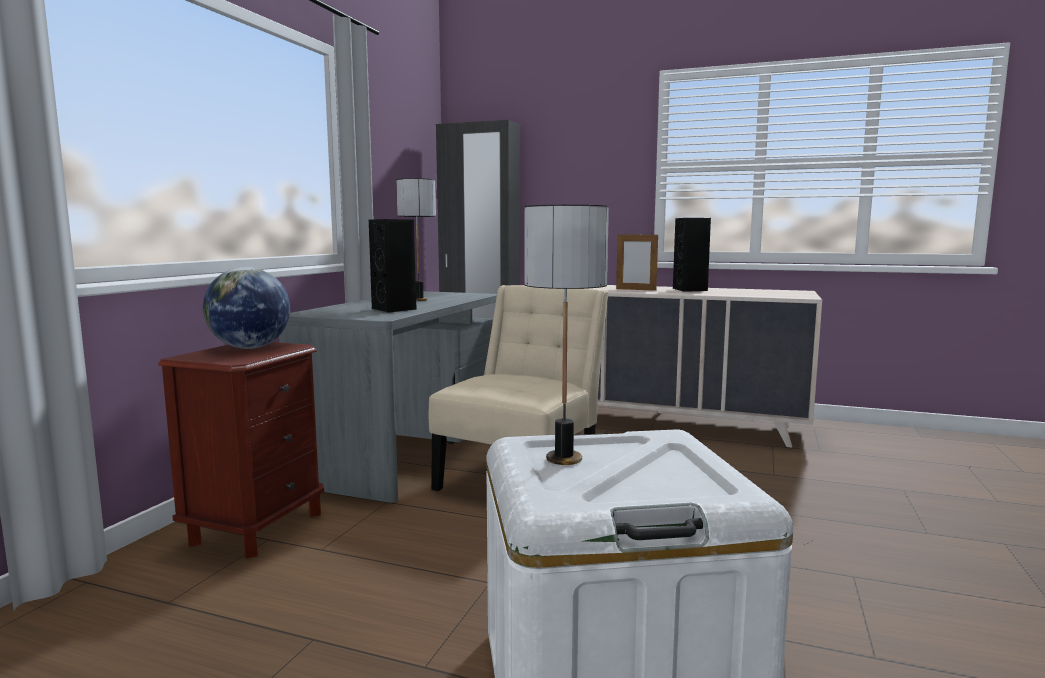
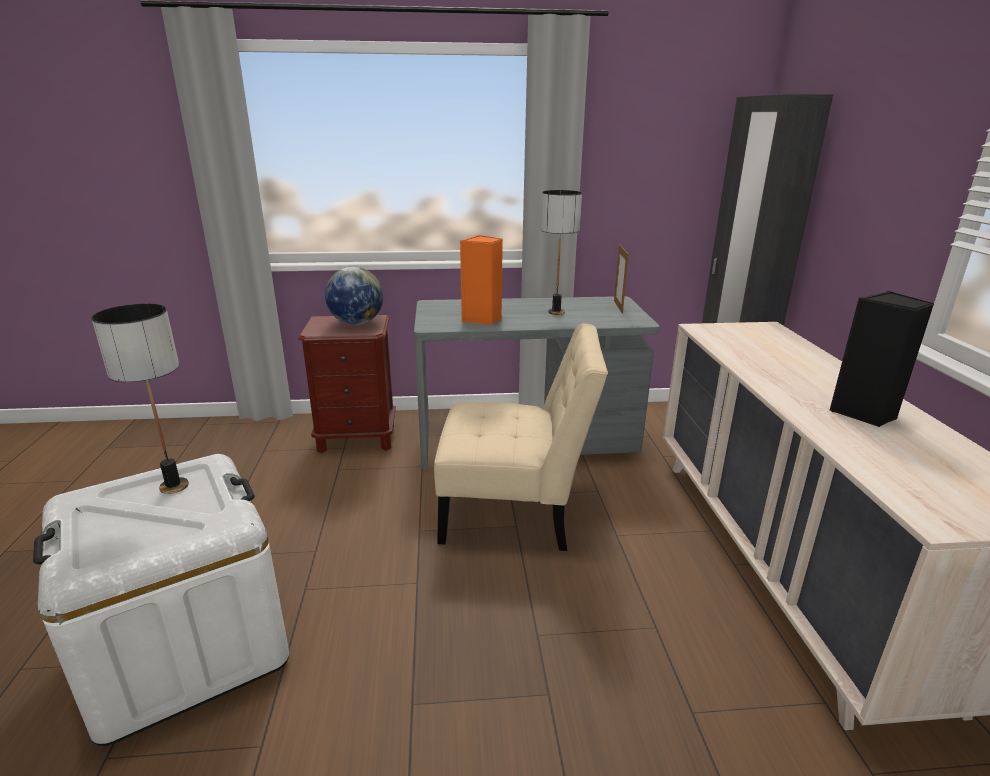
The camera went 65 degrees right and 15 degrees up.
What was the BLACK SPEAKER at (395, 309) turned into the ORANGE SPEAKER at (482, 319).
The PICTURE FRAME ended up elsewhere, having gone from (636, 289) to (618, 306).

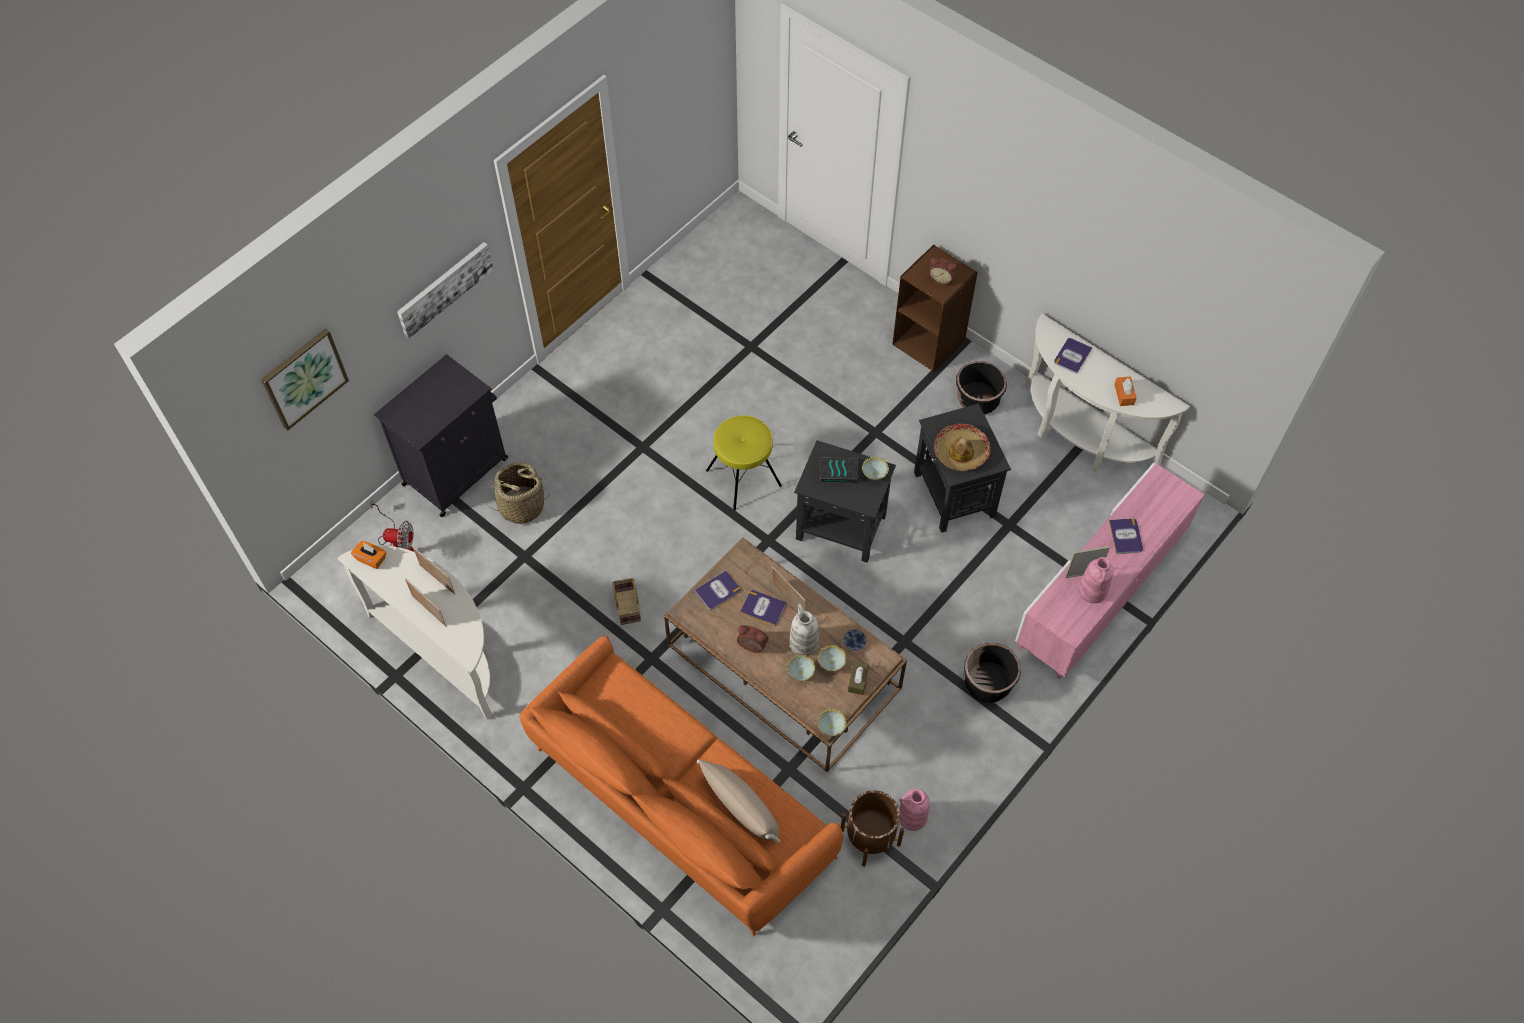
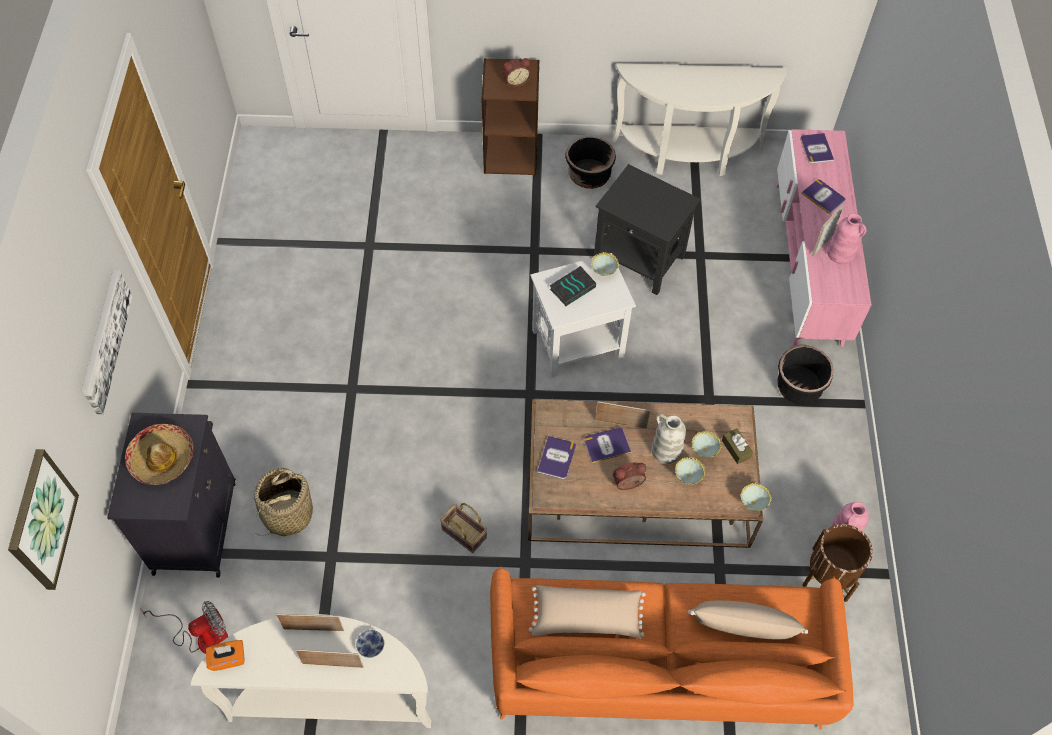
The camera went 40 degrees left and 0 degrees up.
The second view lost the YELLOW STOOL at (743, 477).
What was the BLACK SIDE TABLE at (840, 526) turned into the WHITE SIDE TABLE at (576, 343).
The BOWL ended up elsewhere, having gone from (854, 641) to (370, 645).
The HAT ended up elsewhere, having gone from (961, 452) to (162, 458).
The BOOK ended up elsewhere, having gone from (1072, 356) to (816, 149).
The second view lost the ORANGE TISSUE BOX at (1124, 394).
The second view gained the BEIGE PILLOW at (586, 618).

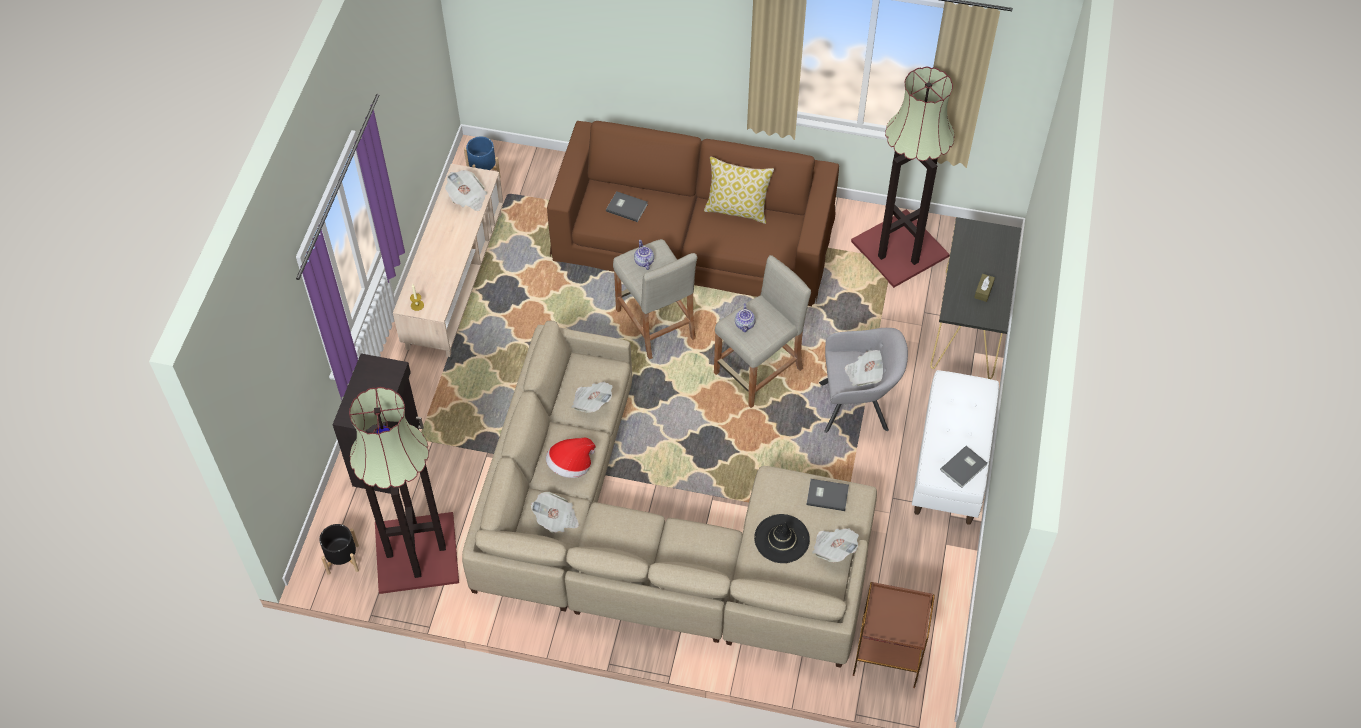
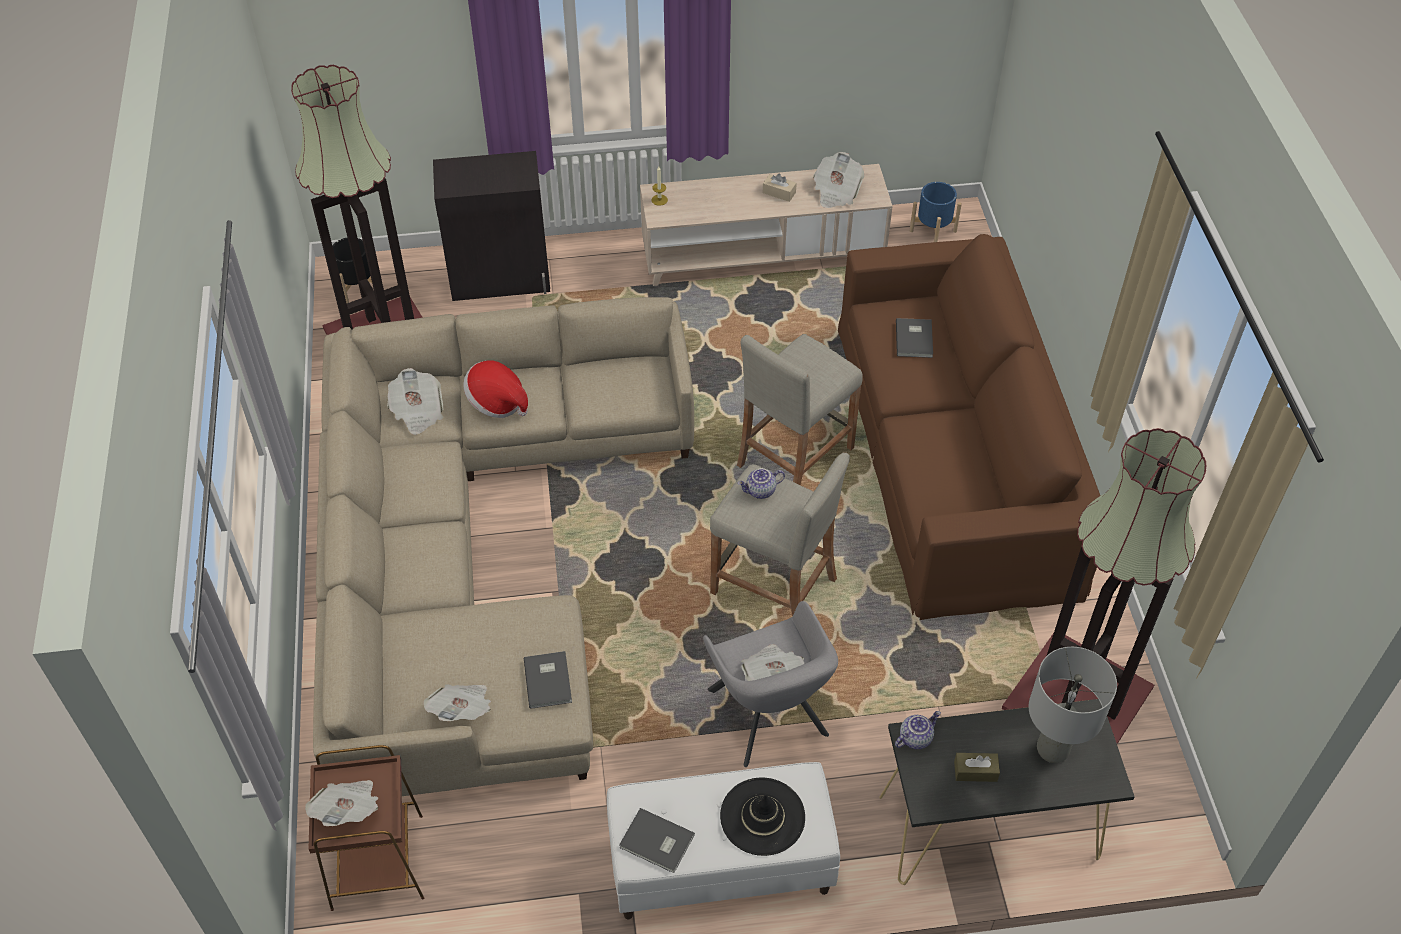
The camera went 70 degrees right and 5 degrees down.
The NEWSPAPER ended up elsewhere, having gone from (592, 402) to (348, 810).
The TEAPOT ended up elsewhere, having gone from (643, 261) to (915, 737).
The second view lost the PILLOW at (737, 209).
The BLACK HAT ended up elsewhere, having gone from (781, 539) to (762, 816).
The second view gained the BEIGE TISSUE BOX at (779, 192).
The second view gained the GREY TABLE LAMP at (1053, 750).

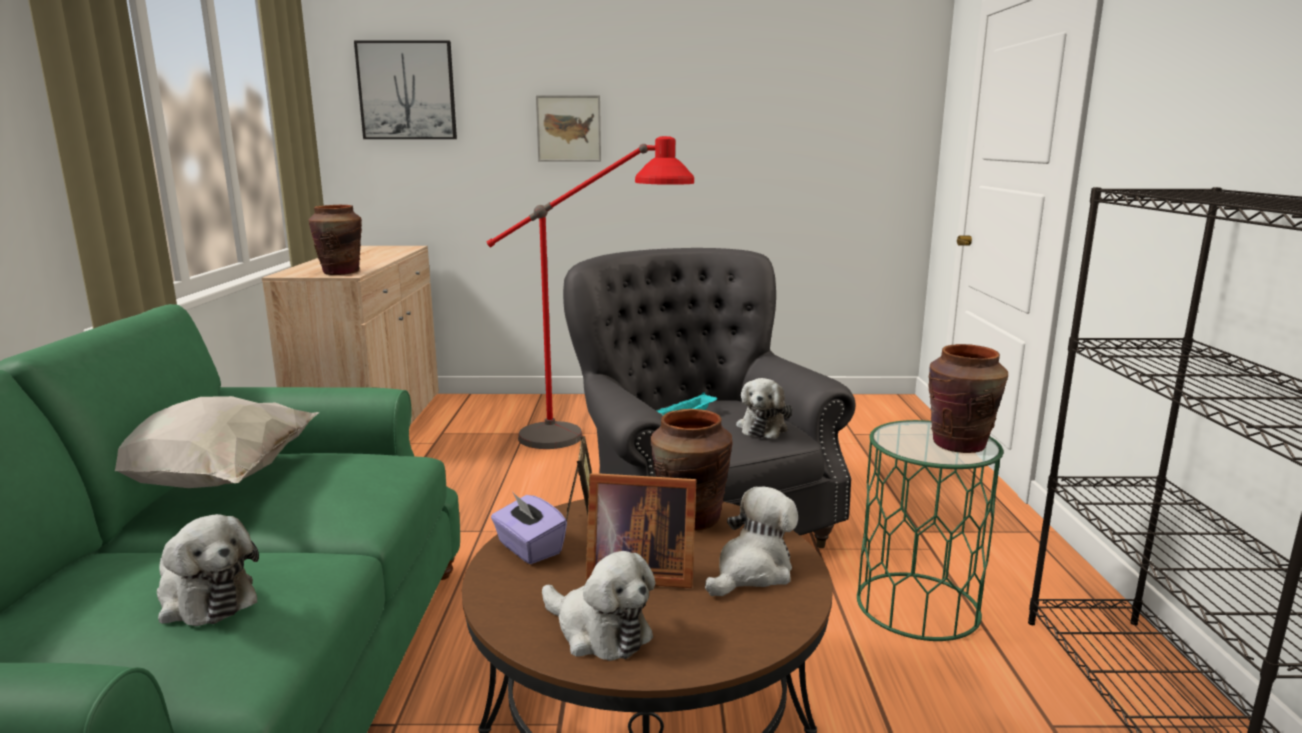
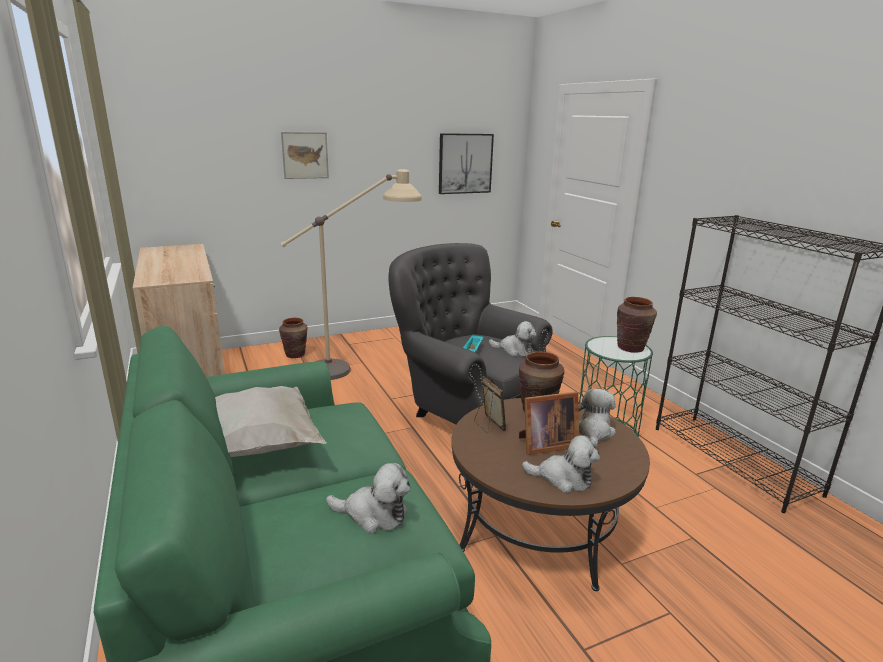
The camera went 25 degrees left and 5 degrees up.
The BROWN VASE ended up elsewhere, having gone from (341, 272) to (295, 355).
The PICTURE ended up elsewhere, having gone from (407, 91) to (465, 163).
What was the RED FLOOR LAMP at (595, 439) turned into the BEIGE FLOOR LAMP at (359, 367).
The second view lost the PURPLE TISSUE BOX at (529, 548).
The PLUSH TOY at (762, 427) ended up facing another way, 60 degrees counterclockwise from before.

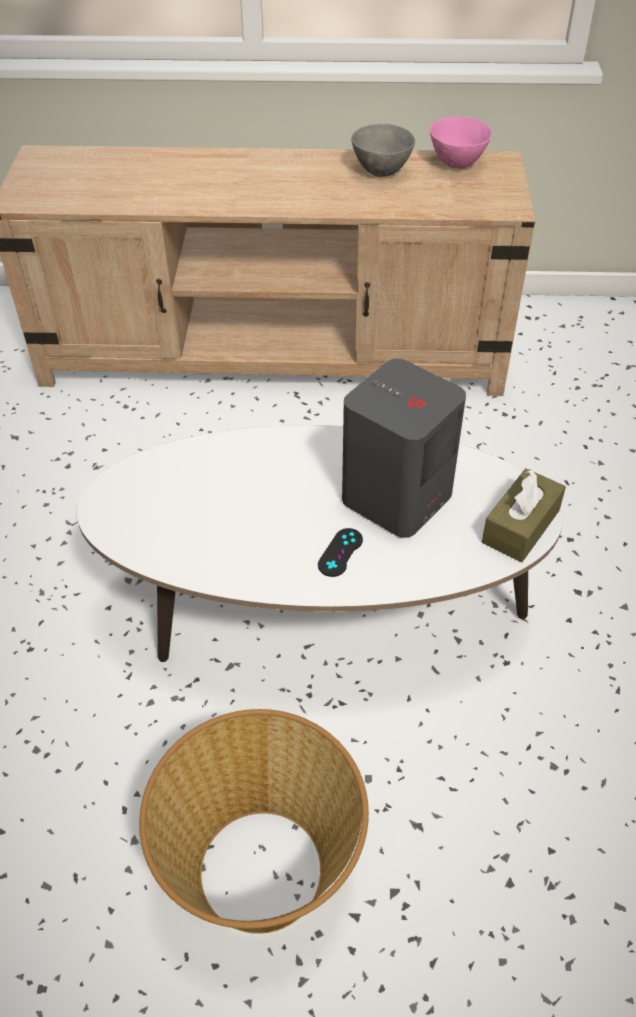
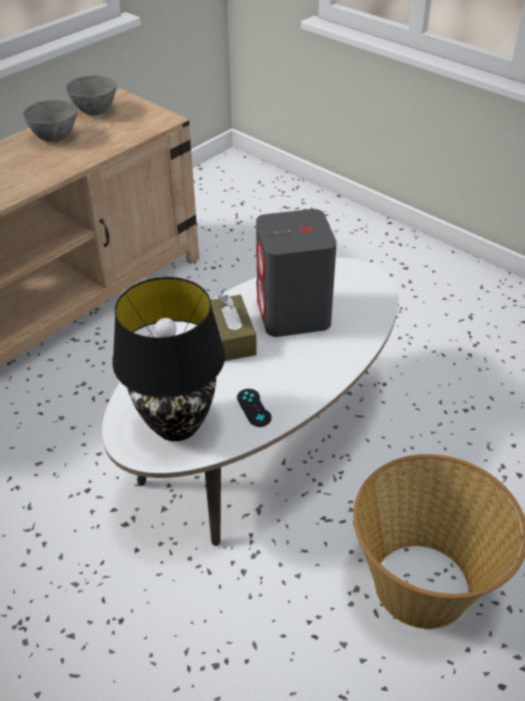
The camera went 50 degrees left and 5 degrees down.
The BLACK GAME CONTROLLER ended up elsewhere, having gone from (340, 552) to (254, 408).
What was the PINK BOWL at (457, 164) turned into the GREY BOWL at (95, 111).
The BROWN TISSUE BOX ended up elsewhere, having gone from (521, 526) to (232, 337).
The second view gained the BLACK TABLE LAMP at (176, 426).

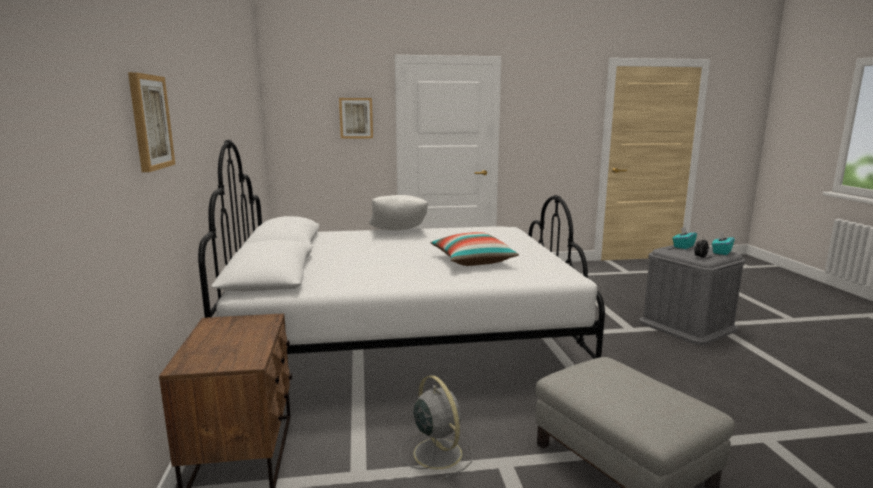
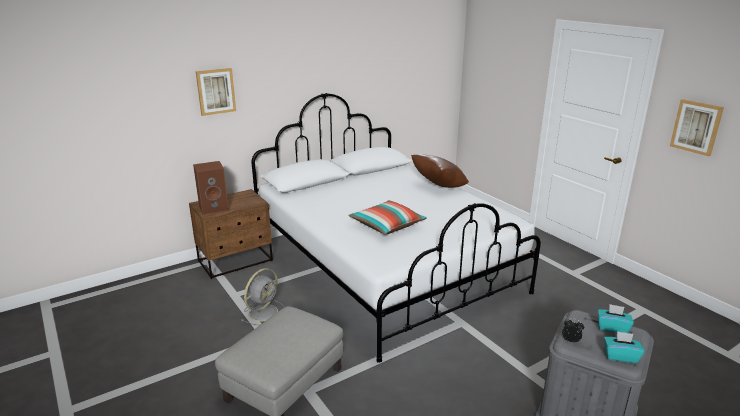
The camera went 65 degrees right and 10 degrees up.
The PICTURE ended up elsewhere, having gone from (356, 118) to (696, 127).
What was the WHITE PILLOW at (398, 232) turned into the BROWN PILLOW at (438, 187).
The second view gained the BROWN SPEAKER at (214, 208).

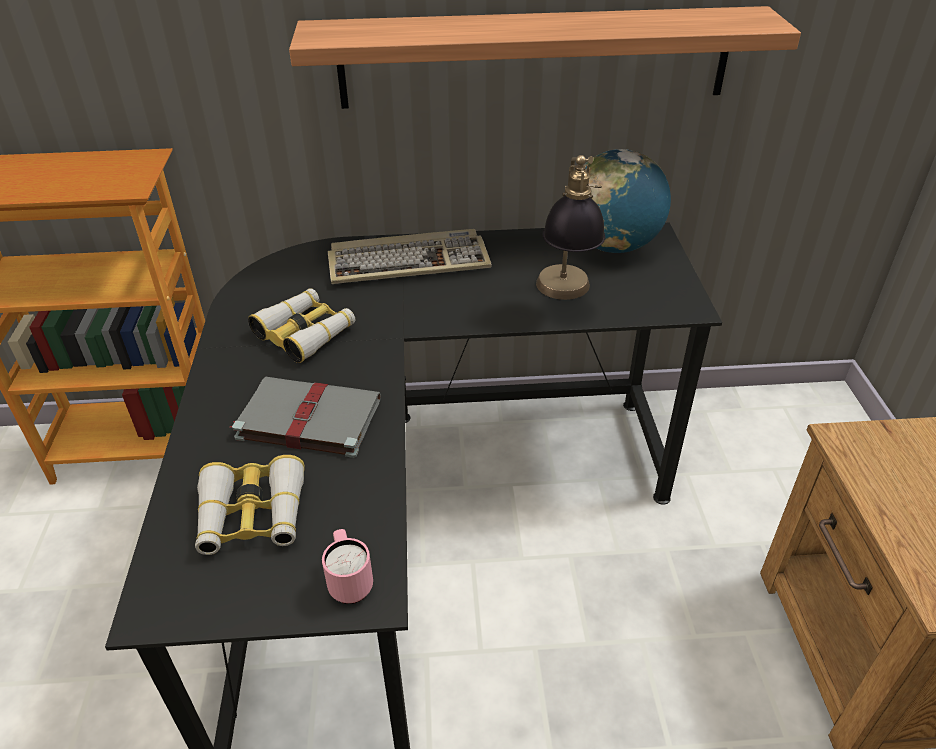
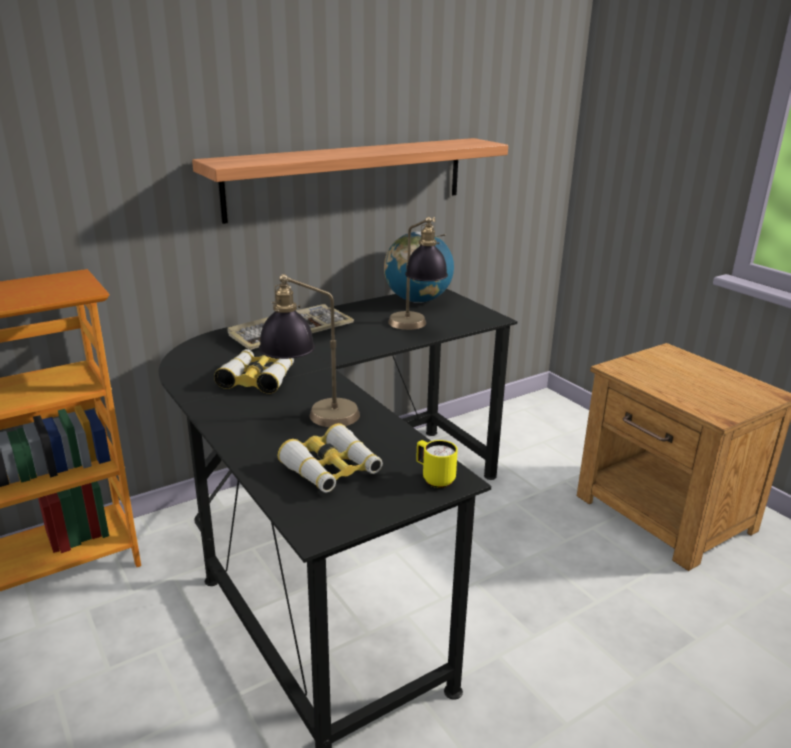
The camera went 30 degrees left and 15 degrees down.
Where the GREY BOOK stood at (306, 419), the TABLE LAMP came to stand at (312, 417).
What was the PINK MUG at (349, 582) turned into the YELLOW MUG at (434, 478).

